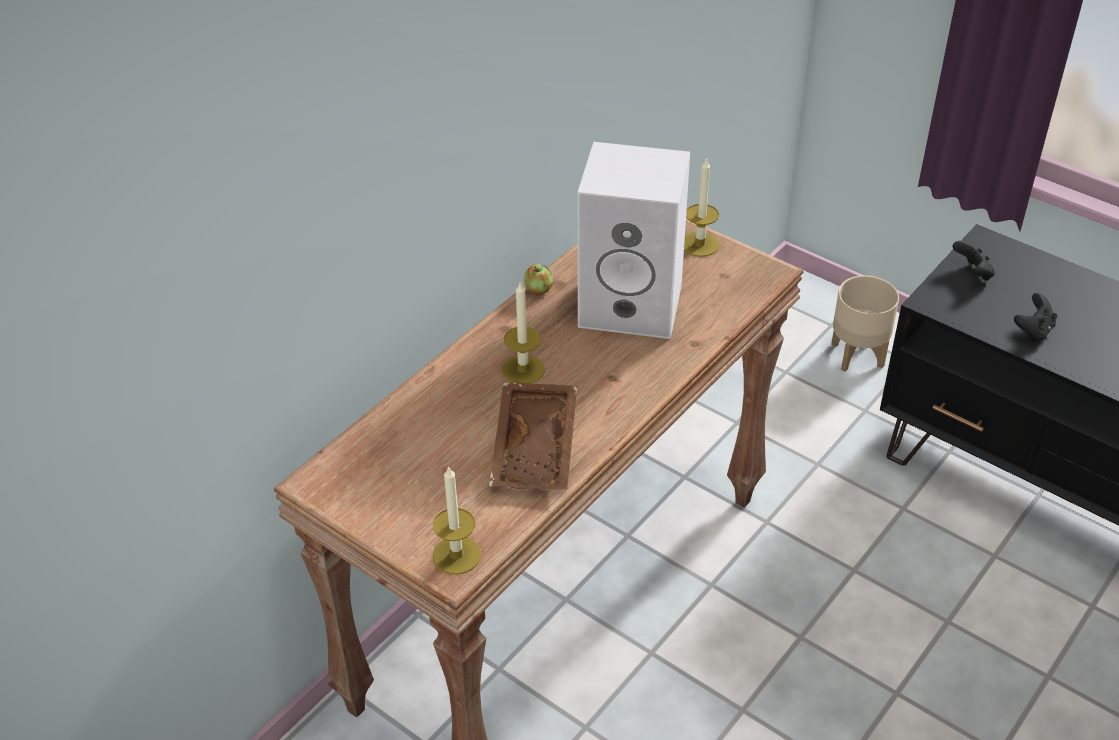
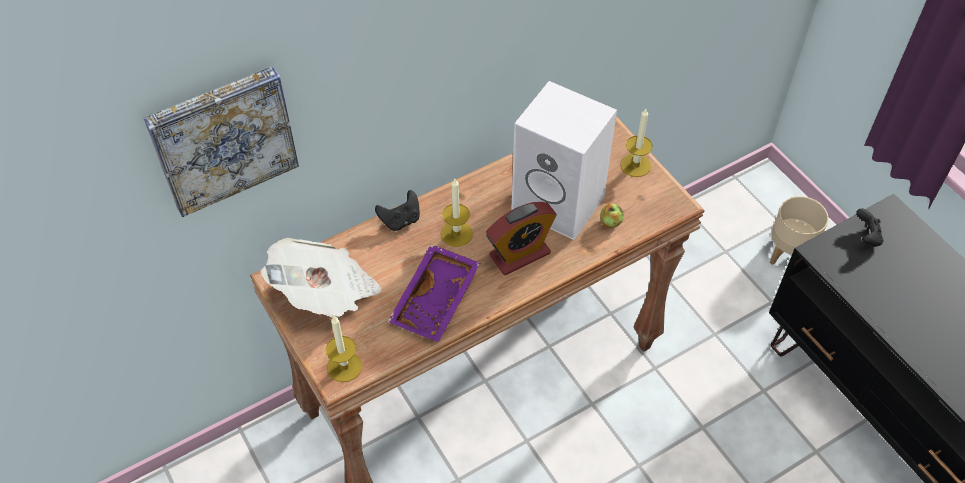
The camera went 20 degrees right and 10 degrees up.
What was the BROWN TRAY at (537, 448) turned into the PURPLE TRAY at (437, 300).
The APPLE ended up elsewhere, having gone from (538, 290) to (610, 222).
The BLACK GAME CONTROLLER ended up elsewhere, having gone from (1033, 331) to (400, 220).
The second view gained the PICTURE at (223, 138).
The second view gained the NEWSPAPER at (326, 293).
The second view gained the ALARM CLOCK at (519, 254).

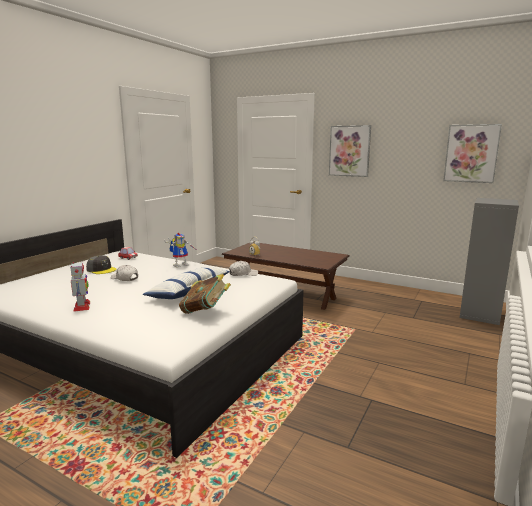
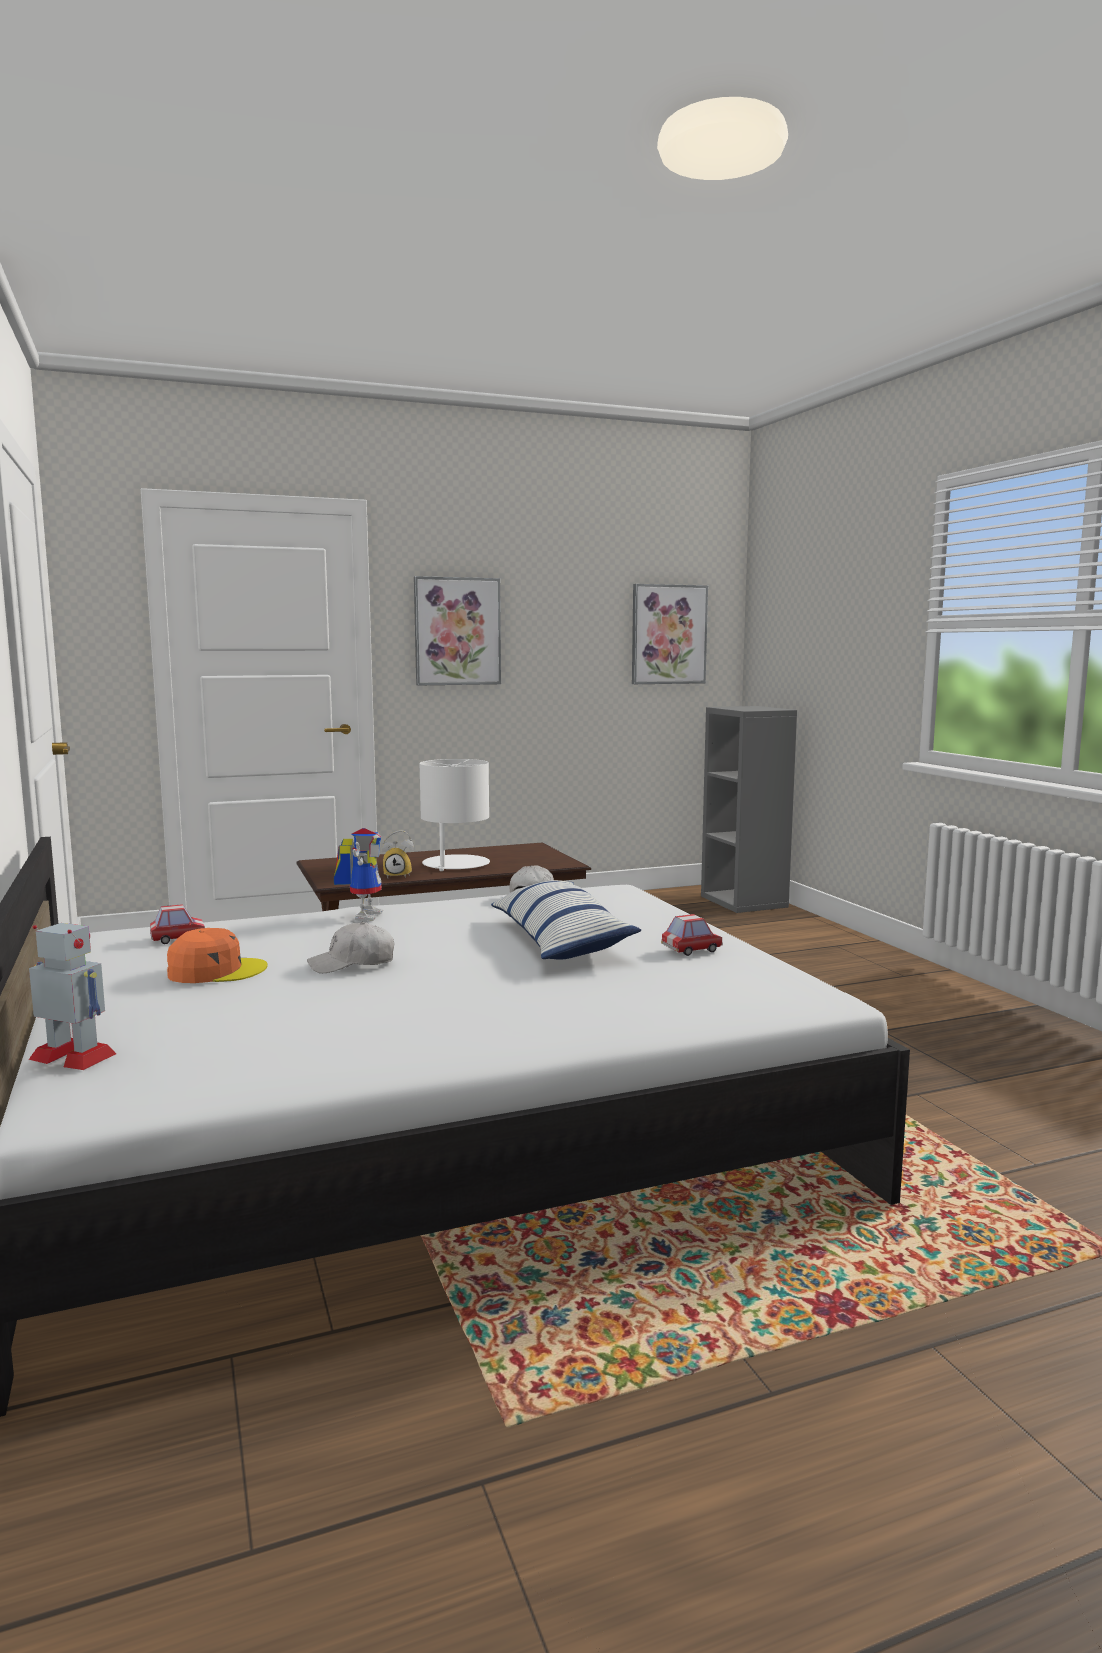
The camera went 50 degrees left and 5 degrees down.
The TOY ROBOT ended up elsewhere, having gone from (82, 306) to (74, 1057).
What was the GREY CAP at (101, 269) turned into the ORANGE CAP at (216, 971).
Where the BOOK stood at (205, 311), the TOY CAR came to stand at (691, 950).
The second view gained the WHITE TABLE LAMP at (455, 864).

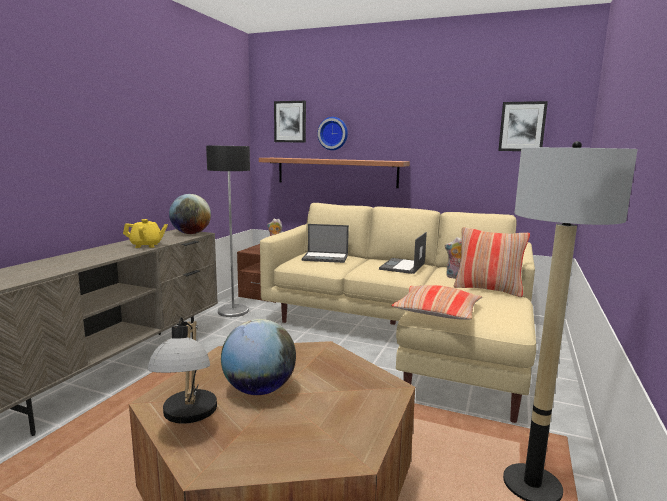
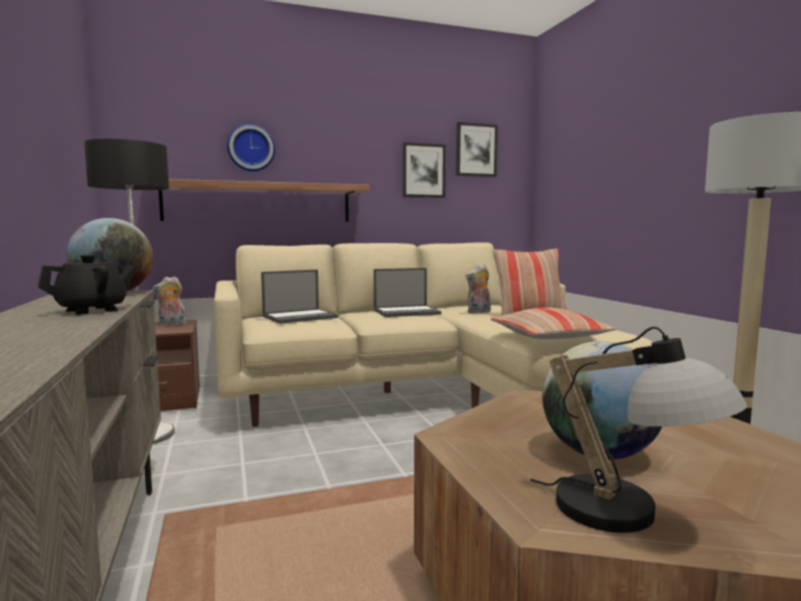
The camera went 40 degrees left and 5 degrees down.
What was the YELLOW TEAPOT at (146, 245) turned into the BLACK TEAPOT at (92, 310).
The PICTURE ended up elsewhere, having gone from (290, 121) to (423, 171).
The LAPTOP at (402, 266) ended up facing another way, 90 degrees counterclockwise from before.

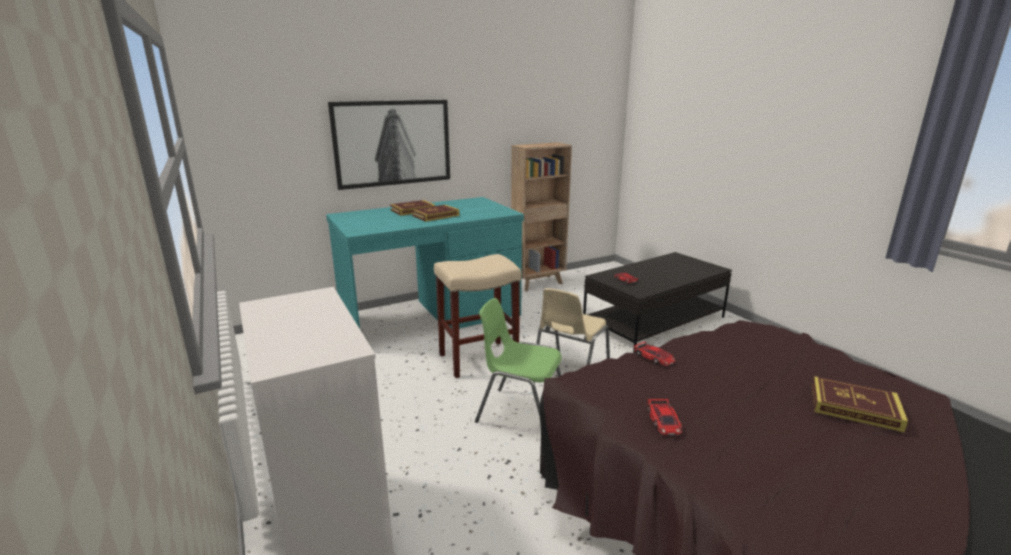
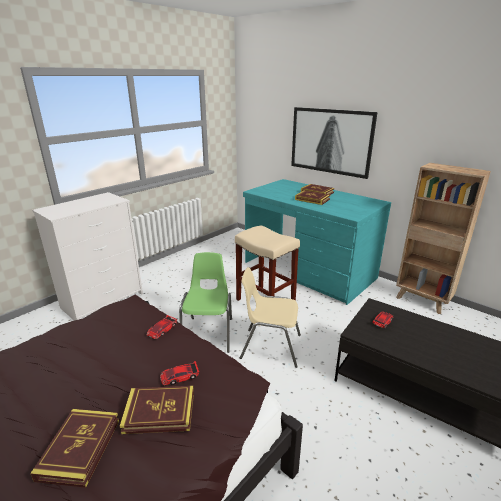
The camera went 70 degrees right and 5 degrees up.
The TOY CAR ended up elsewhere, having gone from (663, 421) to (180, 376).
The second view gained the BOOK at (159, 412).

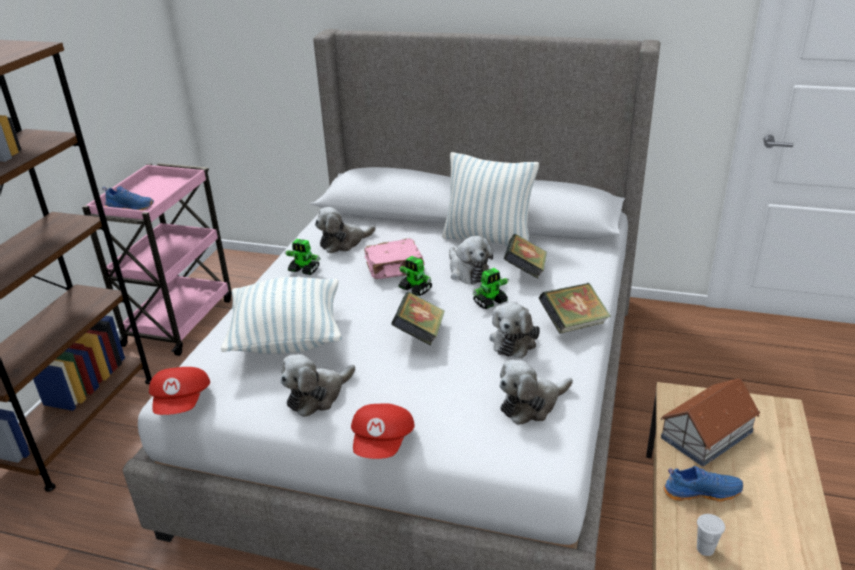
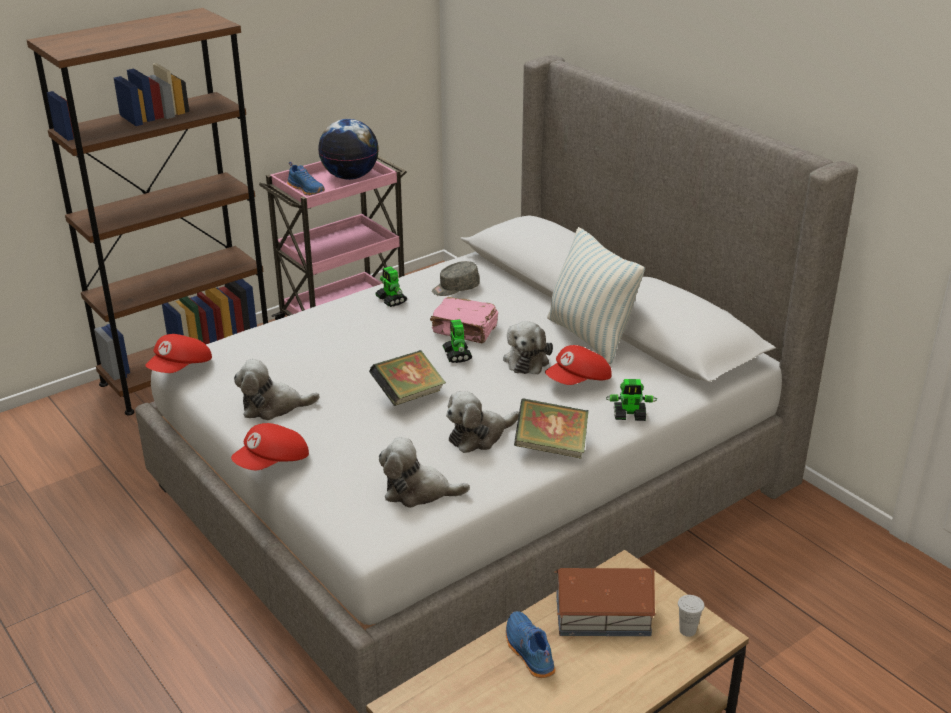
The camera went 35 degrees right and 0 degrees up.
The second view lost the PILLOW at (288, 339).
Where the PLUSH TOY stood at (343, 243), the GREY CAP came to stand at (455, 288).
The TOY ROBOT ended up elsewhere, having gone from (490, 302) to (630, 415).
Where the BOOK stood at (525, 271), the RED CAP came to stand at (579, 381).
The BLUE SHOE at (701, 491) ended up facing another way, 150 degrees counterclockwise from before.
The WHITE CUP ended up elsewhere, having gone from (705, 549) to (687, 630).
The second view gained the GLOBE at (350, 177).

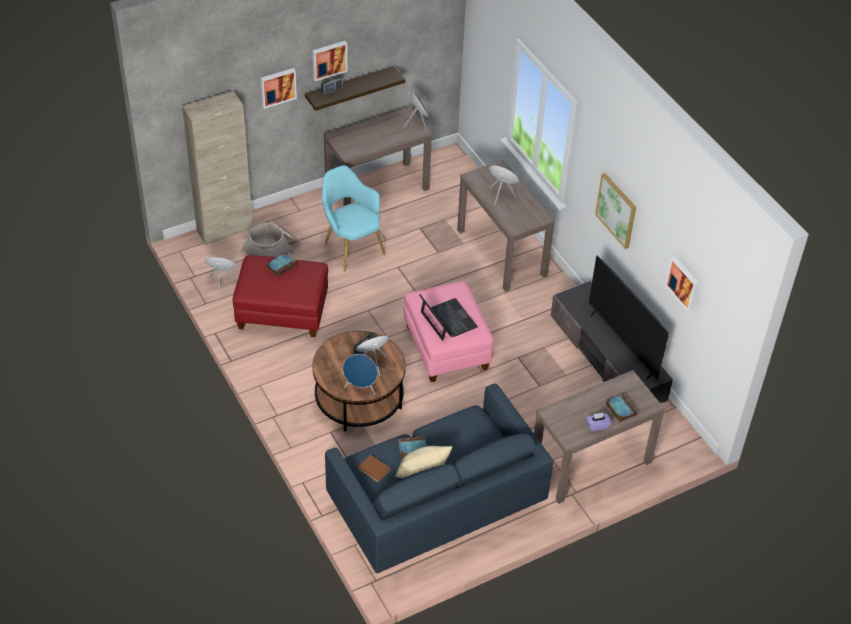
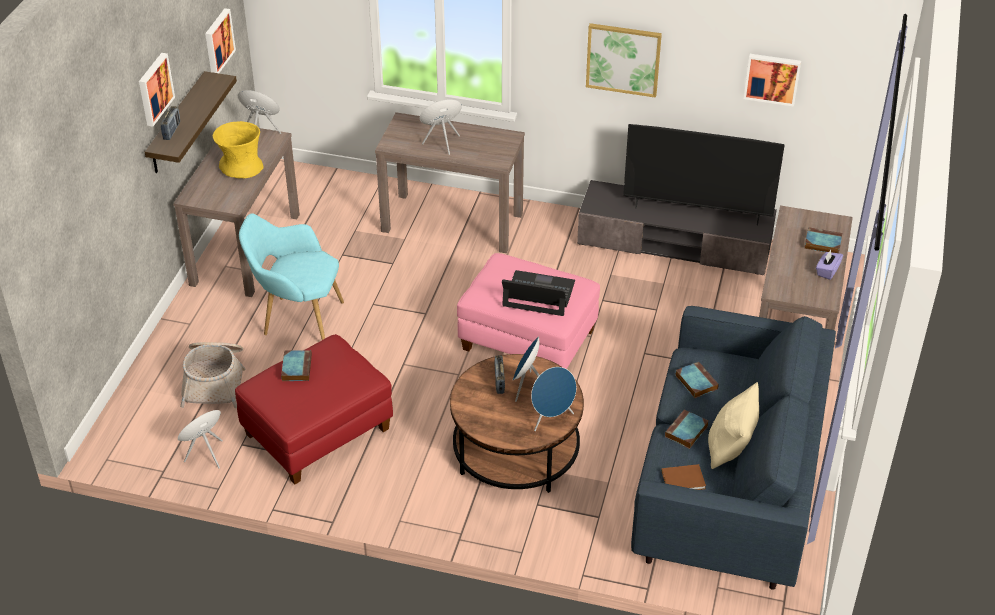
The camera went 45 degrees left and 5 degrees down.
The second view lost the BEIGE CABINET at (225, 230).
The PICTURE ended up elsewhere, having gone from (277, 87) to (218, 41).
The second view gained the YELLOW VASE at (241, 167).
The second view gained the BOOK at (695, 382).

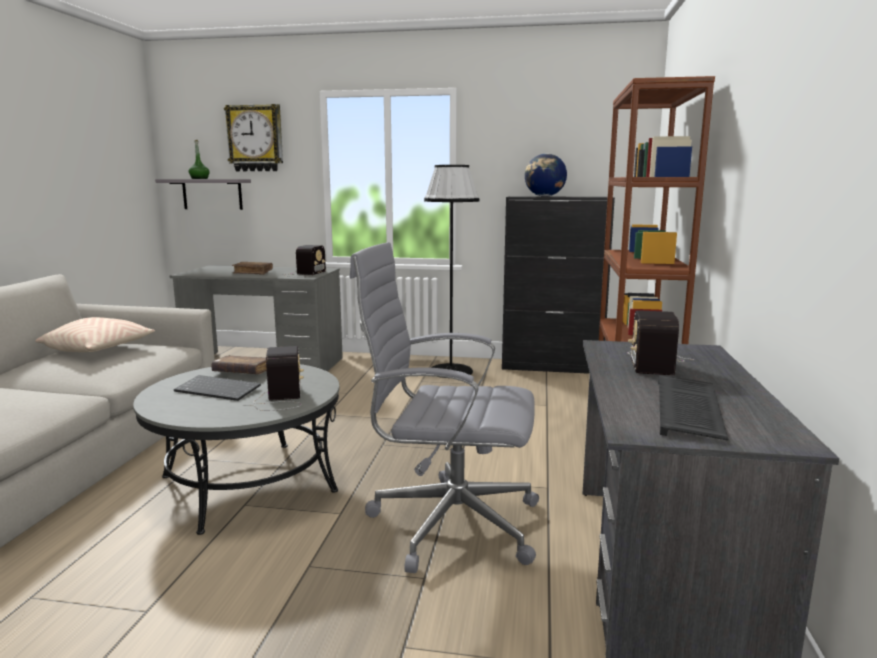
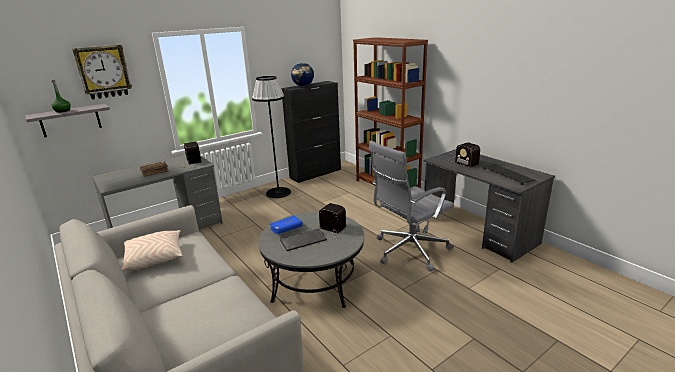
The camera went 45 degrees left and 10 degrees up.
What was the BROWN BOOK at (242, 372) turned into the BLUE BOOK at (286, 229).

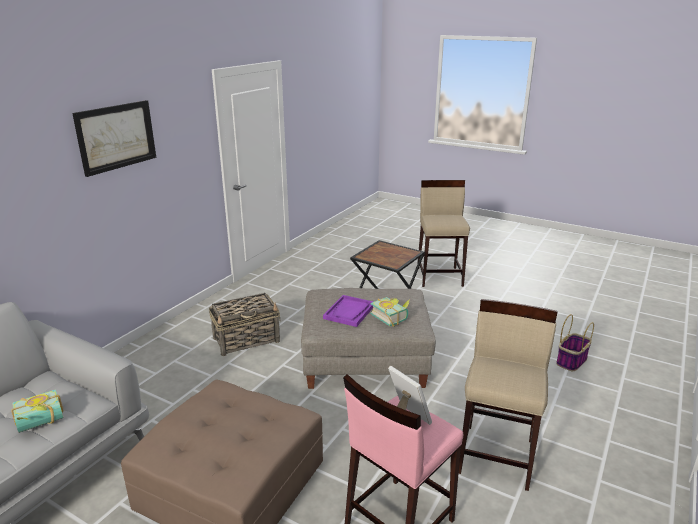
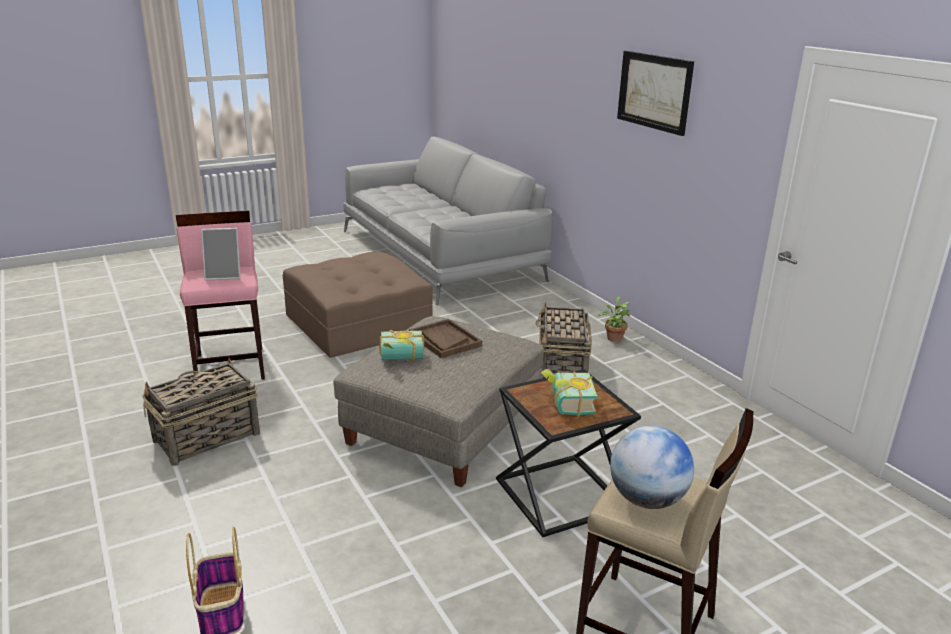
The camera went 120 degrees right and 0 degrees up.
The BOOK ended up elsewhere, having gone from (41, 423) to (566, 404).
What was the PURPLE TRAY at (349, 312) turned into the BROWN TRAY at (444, 340).
Where the BEIGE STOOL stood at (497, 455), the BASKET came to stand at (205, 438).
The second view gained the POTTED PLANT at (613, 338).
The second view gained the GLOBE at (647, 500).

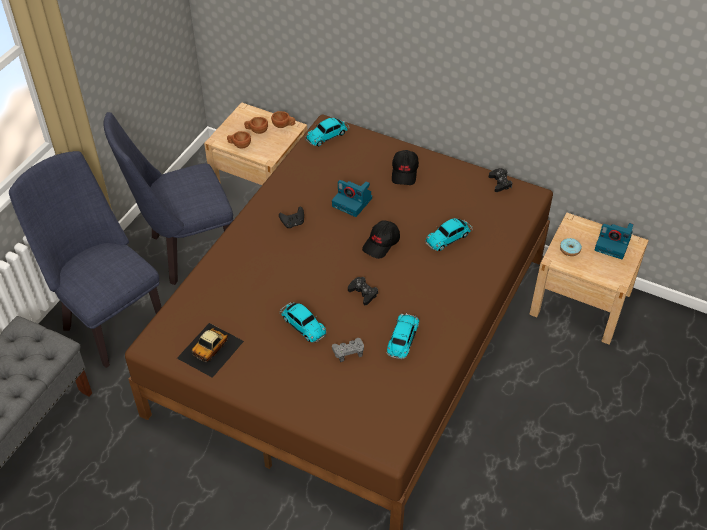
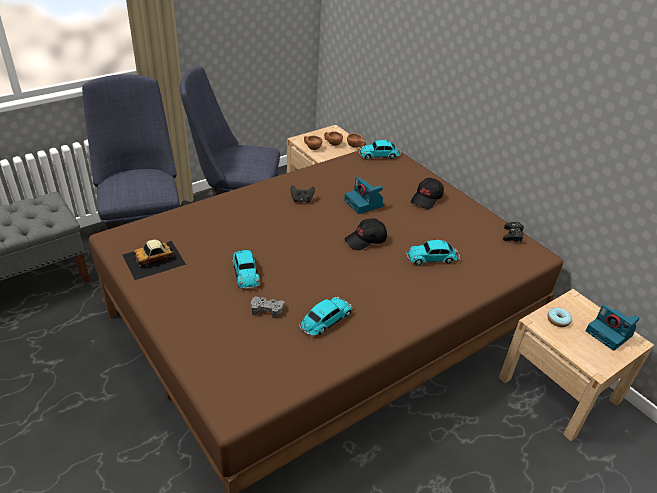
The camera went 25 degrees right and 10 degrees down.
The second view lost the BLACK GAME CONTROLLER at (363, 293).

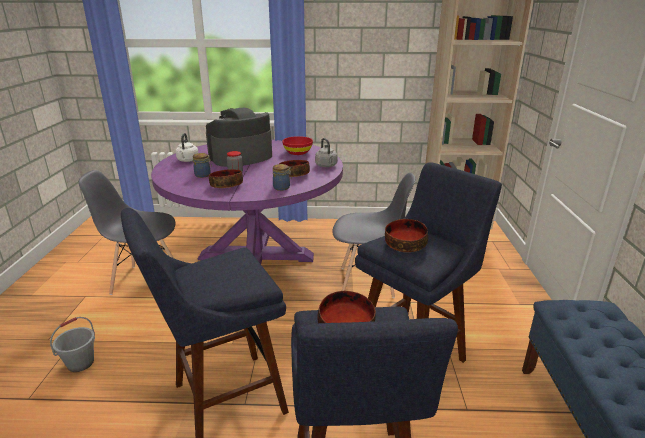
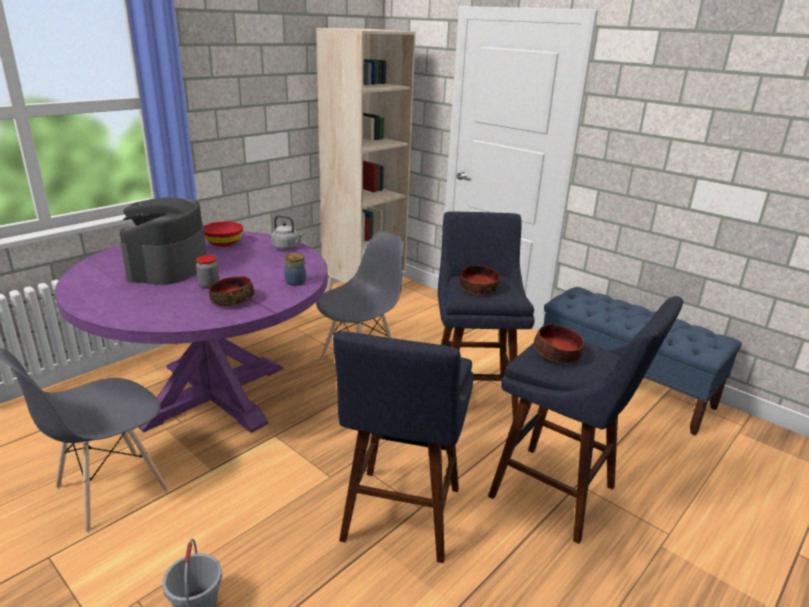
The camera went 50 degrees left and 0 degrees up.
The second view lost the WHITE KETTLE at (187, 160).
The second view lost the JAR at (203, 175).
The second view lost the BOWL at (294, 174).

